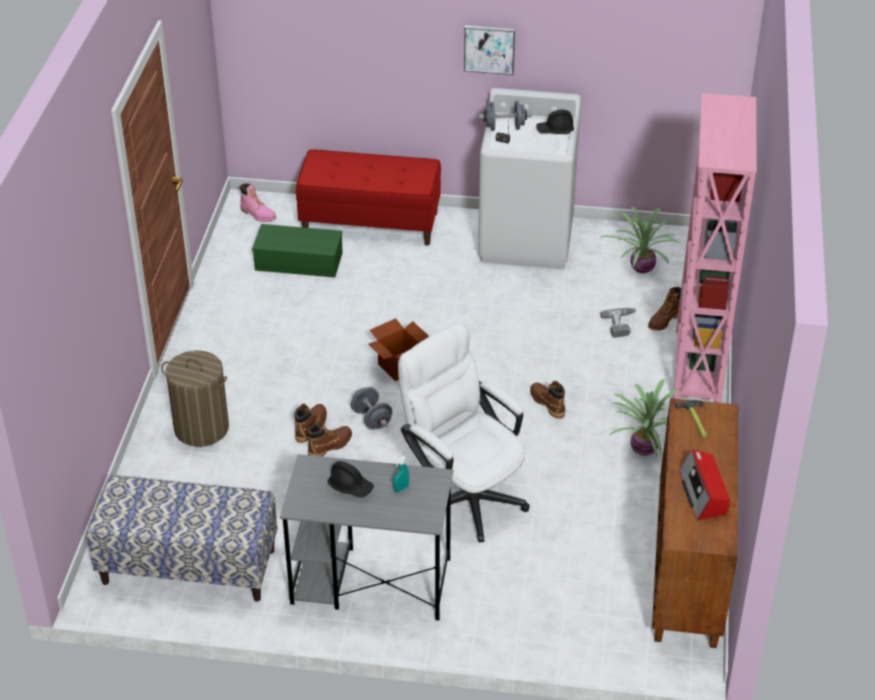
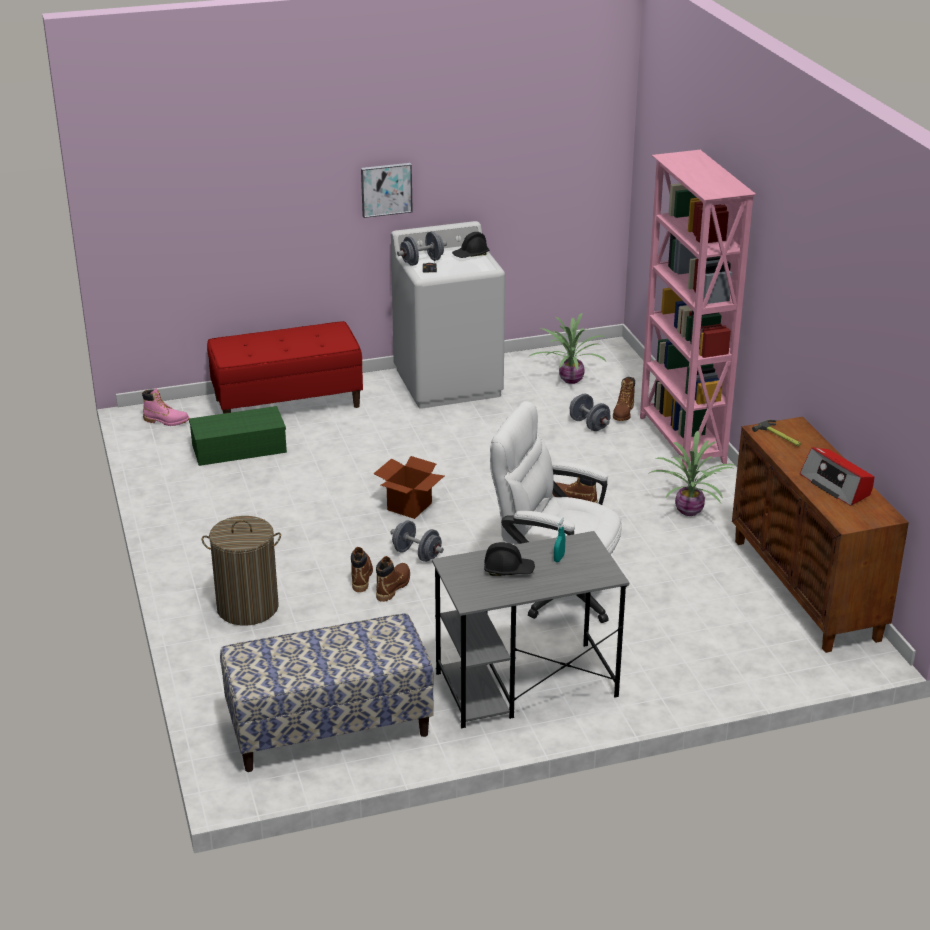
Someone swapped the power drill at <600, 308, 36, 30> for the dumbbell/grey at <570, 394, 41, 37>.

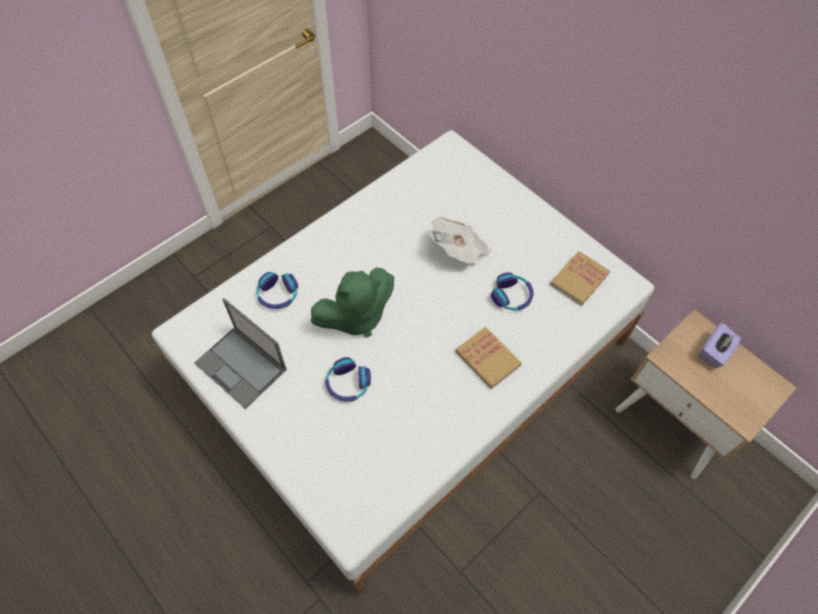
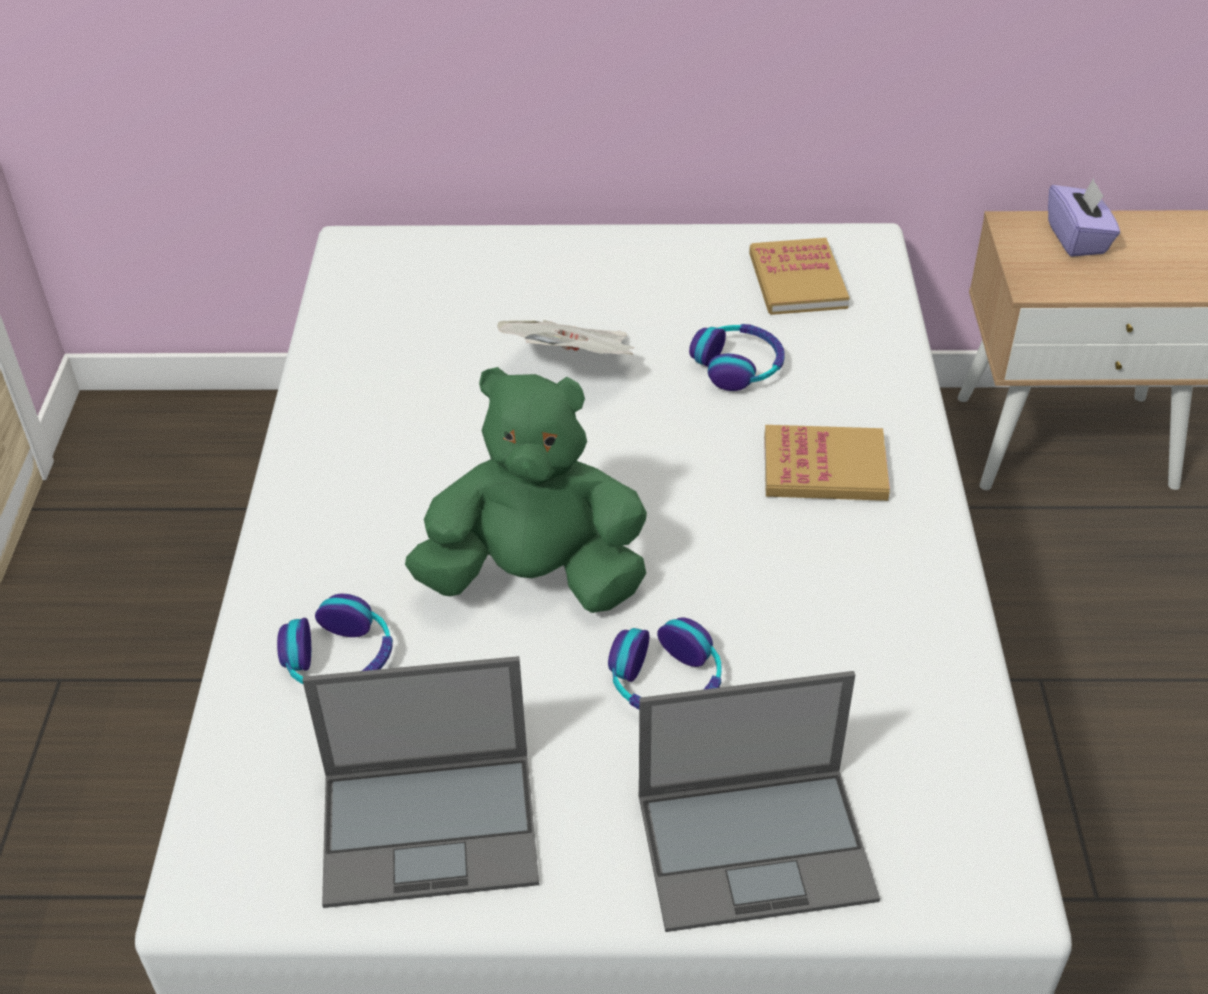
Someone rotated the plush toy/green at <311, 268, 83, 70> by 105 degrees counterclockwise.
Someone put down the laptop at <639, 671, 241, 261>.

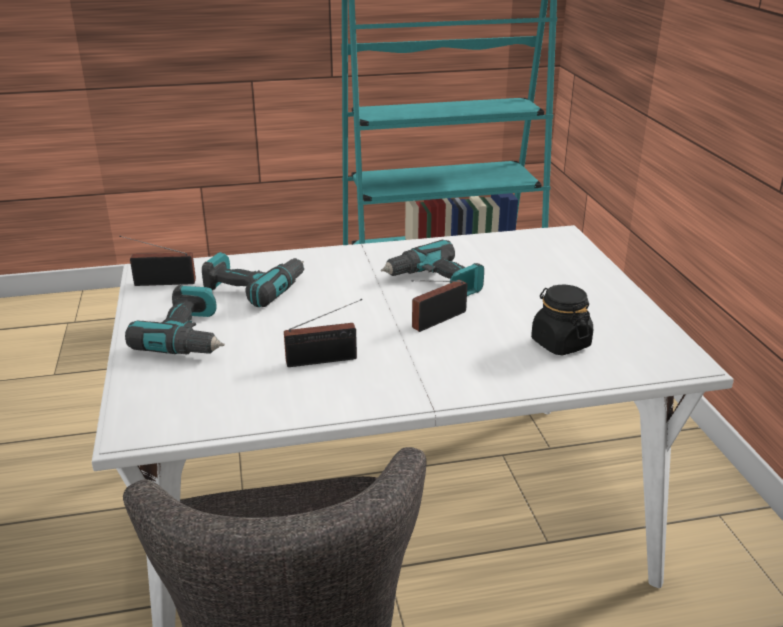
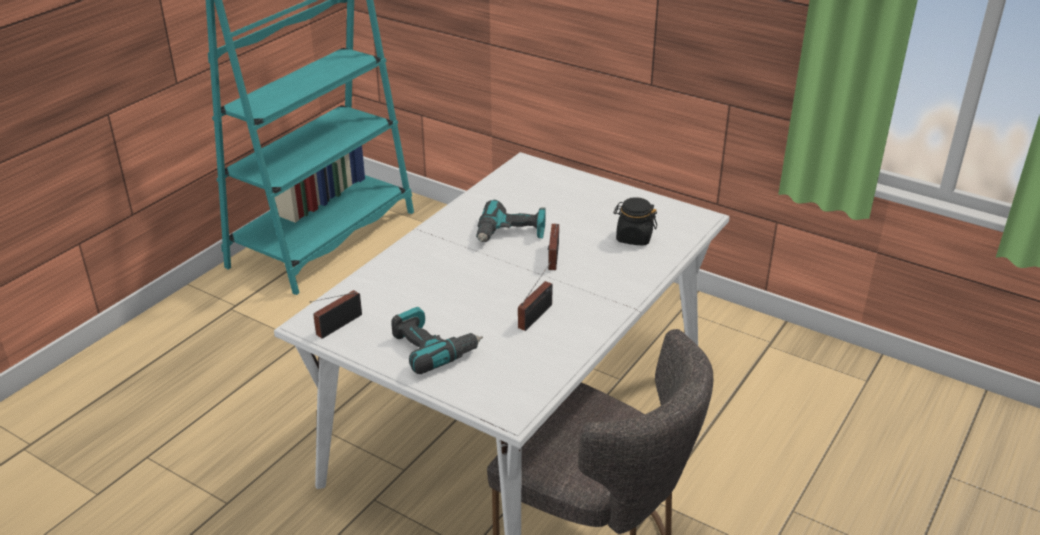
Someone took away the power drill at <202, 252, 102, 55>.

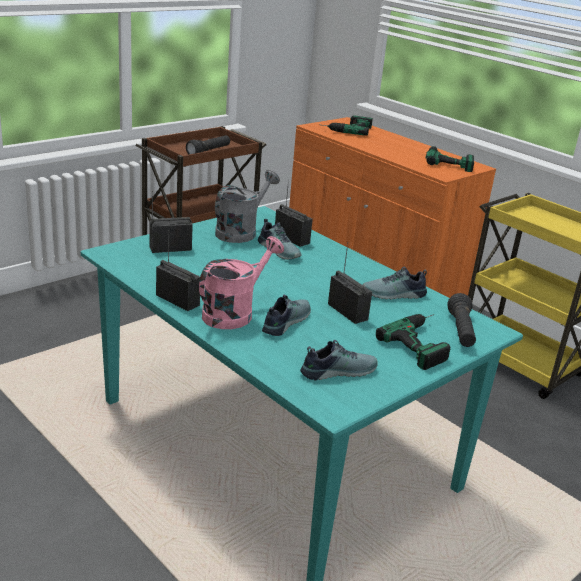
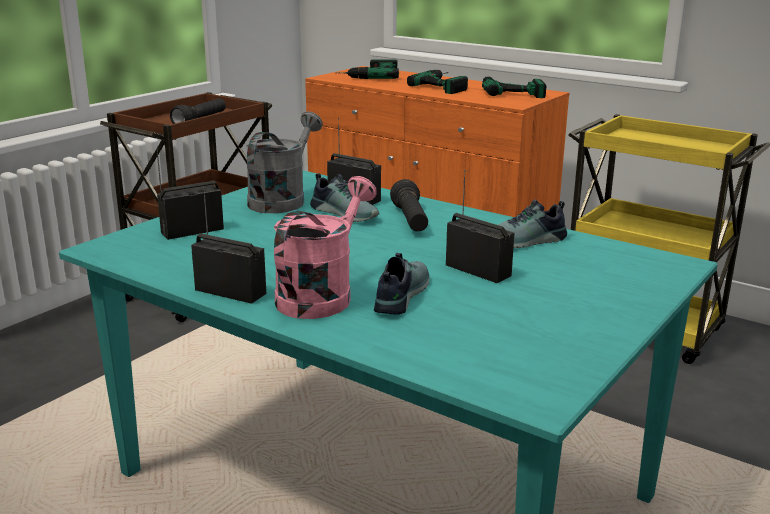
Someone took away the shoe at <300, 340, 77, 41>.
Someone carried the power drill from <376, 314, 74, 56> to <407, 70, 61, 24>.
Someone carried the flashlight/black from <447, 293, 29, 54> to <390, 179, 38, 53>.

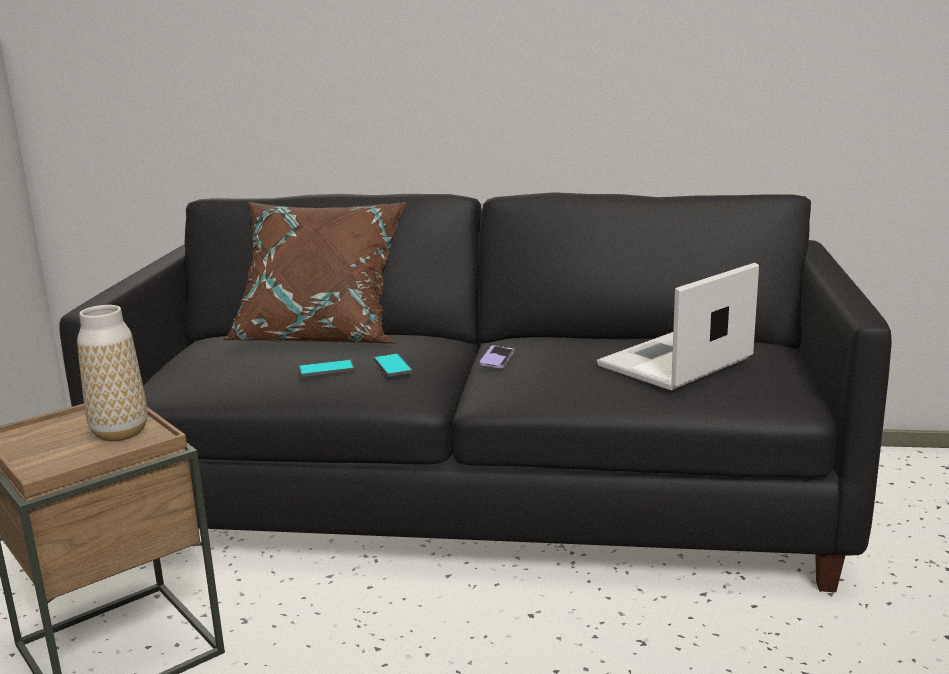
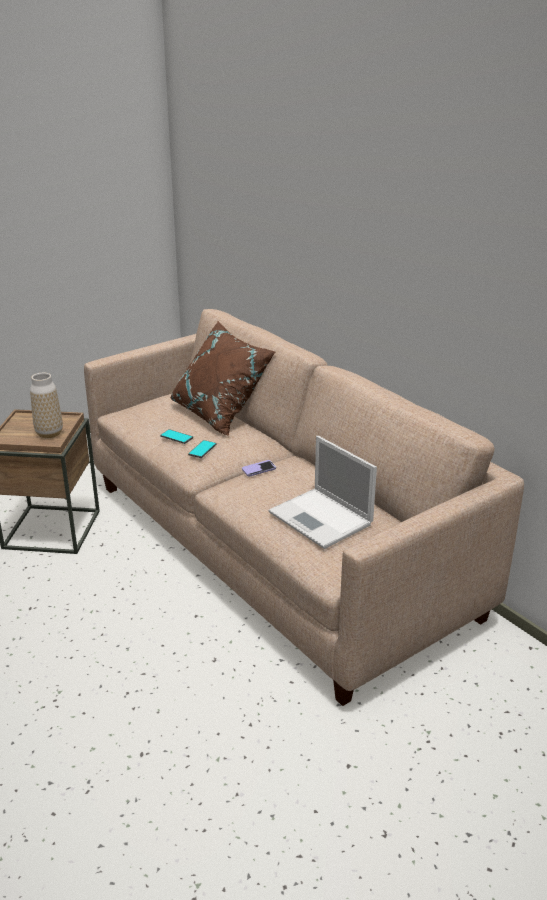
Someone repainted the sofa/black at <59, 192, 833, 400>, which became the sofa/beige at <84, 309, 440, 397>.
Someone rotated the laptop at <597, 263, 162, 127> by 135 degrees counterclockwise.

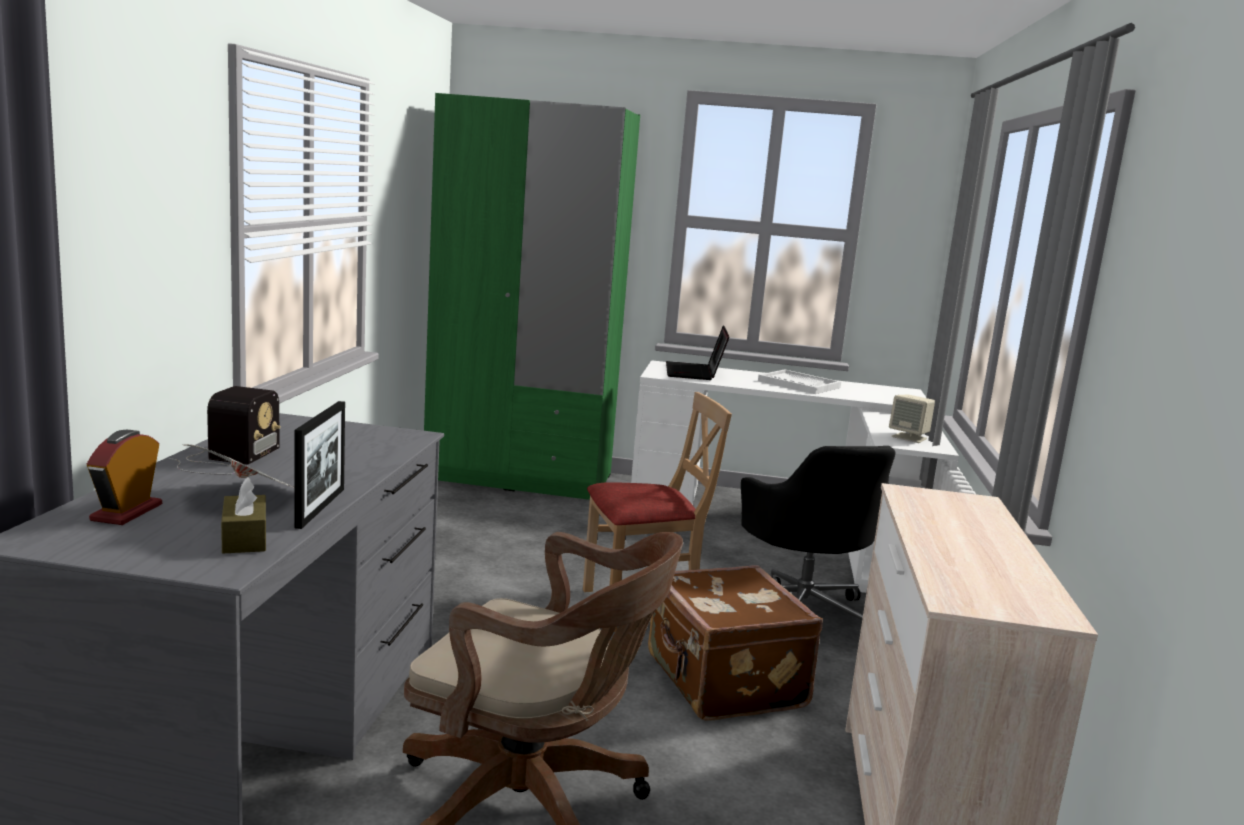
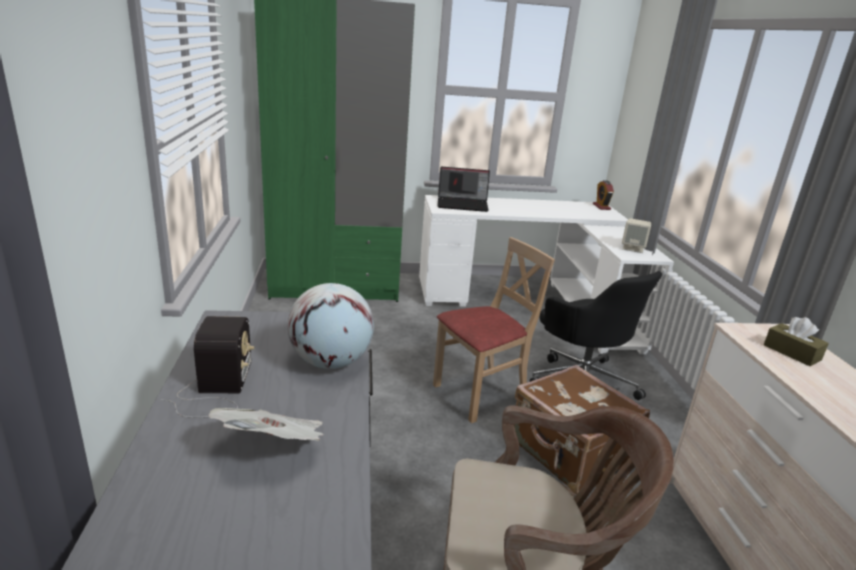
Someone carried the alarm clock from <87, 430, 75, 95> to <593, 180, 21, 30>.
Someone carried the tissue box/brown from <221, 477, 45, 76> to <764, 317, 65, 49>.
Someone took away the picture frame at <294, 401, 51, 128>.
Someone rotated the laptop at <666, 325, 64, 55> by 75 degrees counterclockwise.
Someone took away the tray/white at <758, 369, 83, 25>.
Someone put down the globe at <287, 283, 87, 86>.

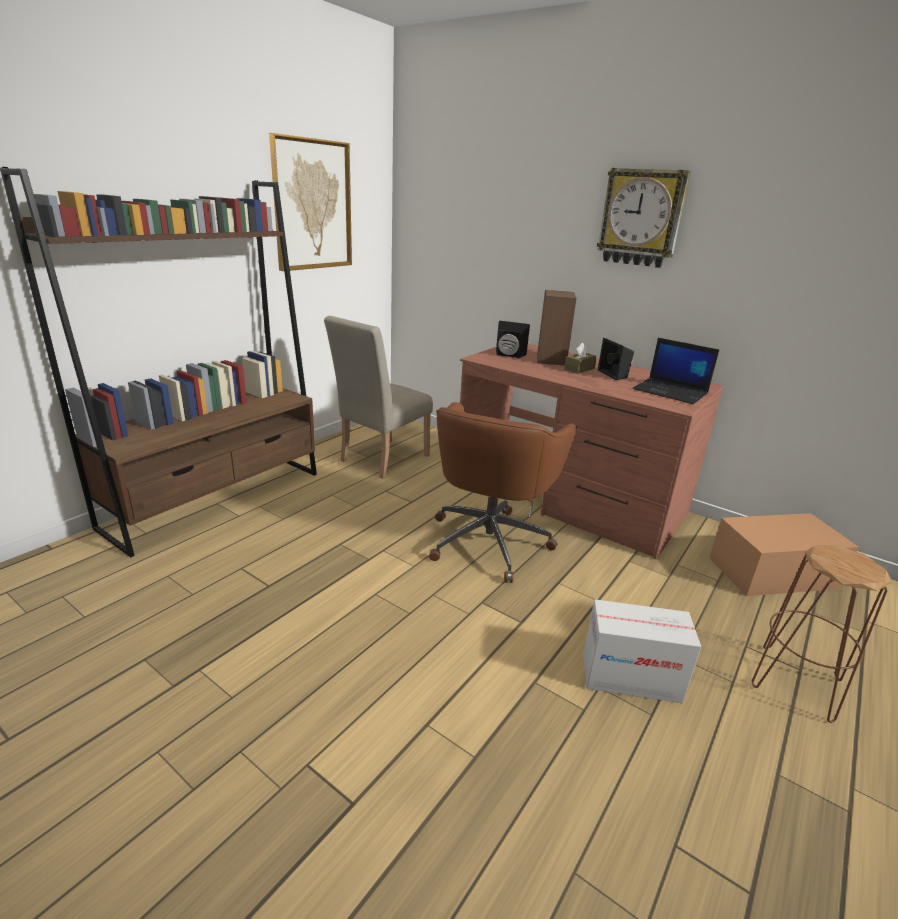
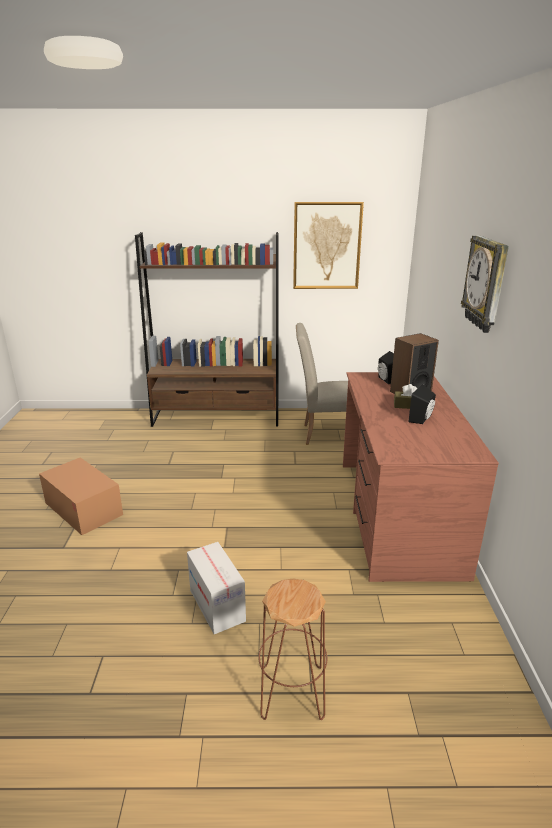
Someone took away the office chair/brown at <429, 402, 148, 181>.
Someone took away the laptop at <632, 338, 87, 66>.
Someone carried the cardboard box from <709, 513, 150, 83> to <39, 457, 84, 78>.

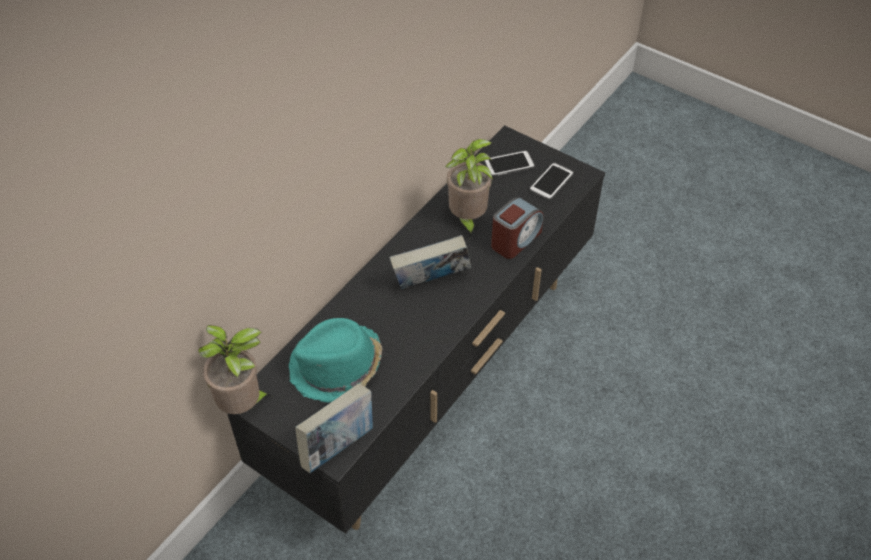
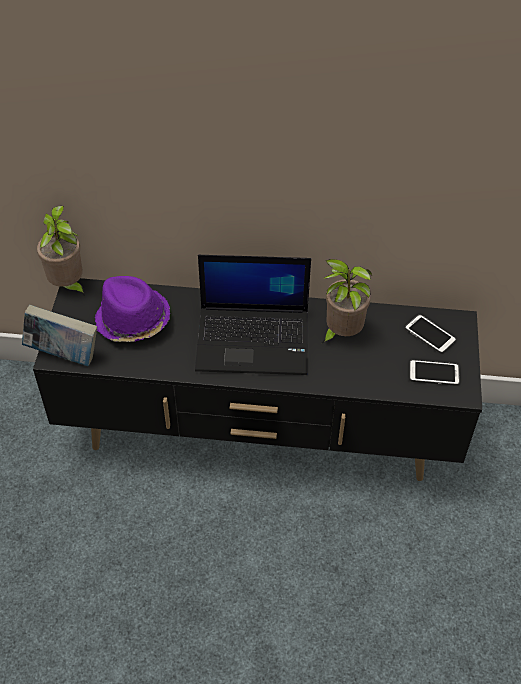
Someone repainted the hat/turquoise at <289, 318, 93, 85>, which became the hat/purple at <95, 276, 75, 66>.
Someone swapped the book at <390, 235, 81, 54> for the laptop at <195, 255, 116, 120>.
Someone took away the alarm clock at <491, 197, 52, 62>.

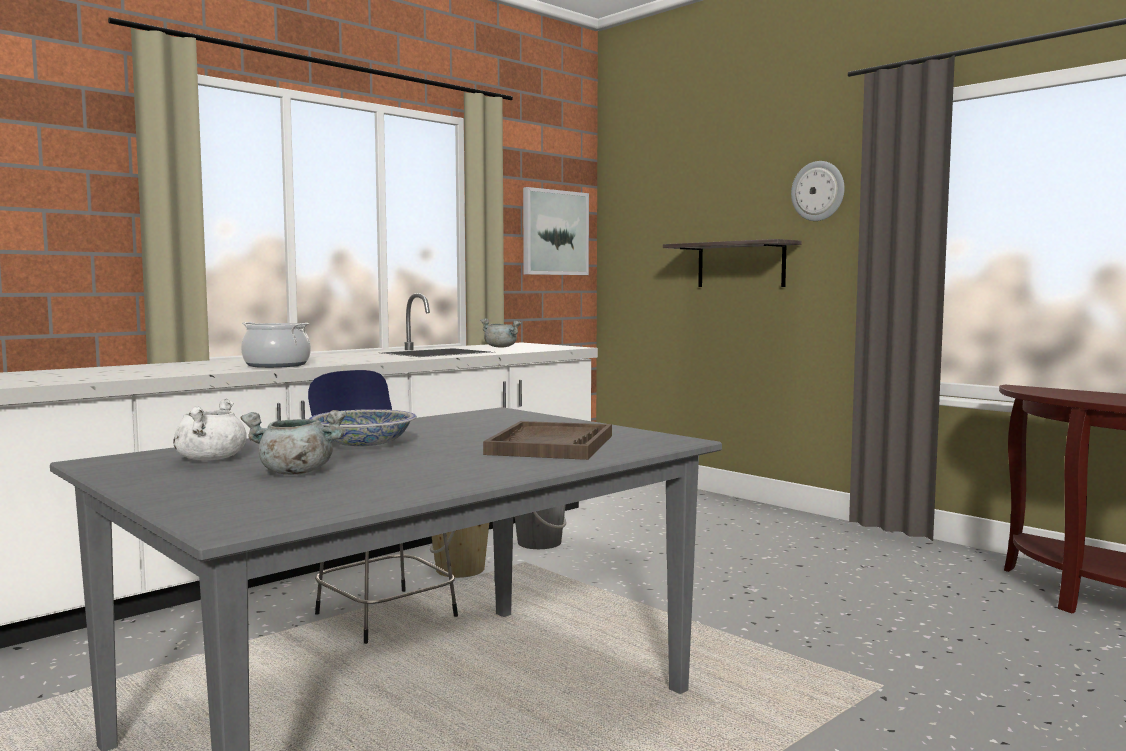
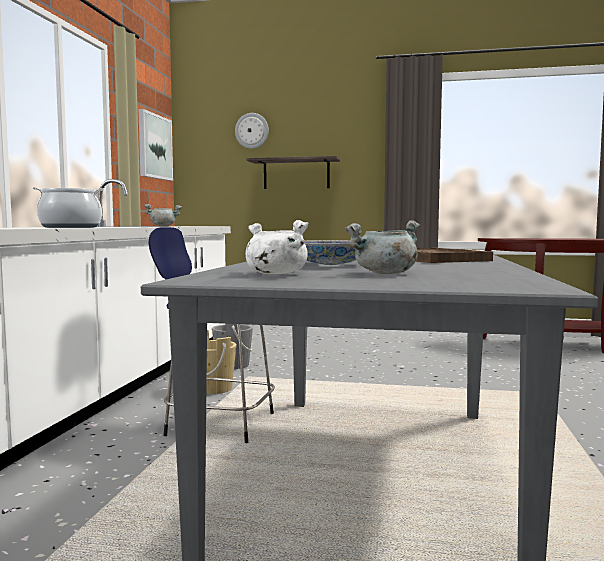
Someone carried the wall clock from <791, 161, 54, 60> to <235, 113, 34, 36>.

